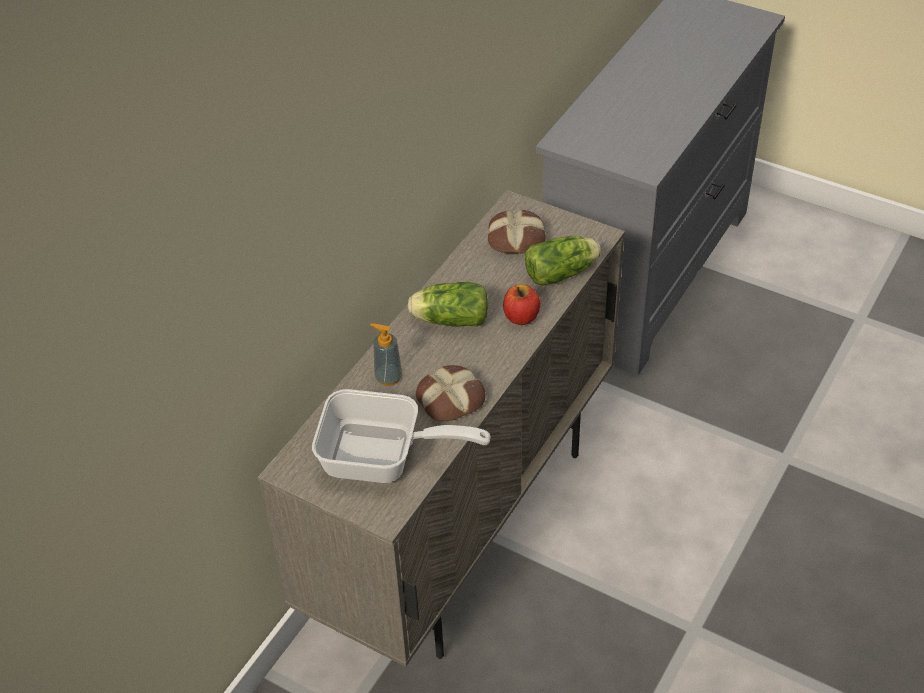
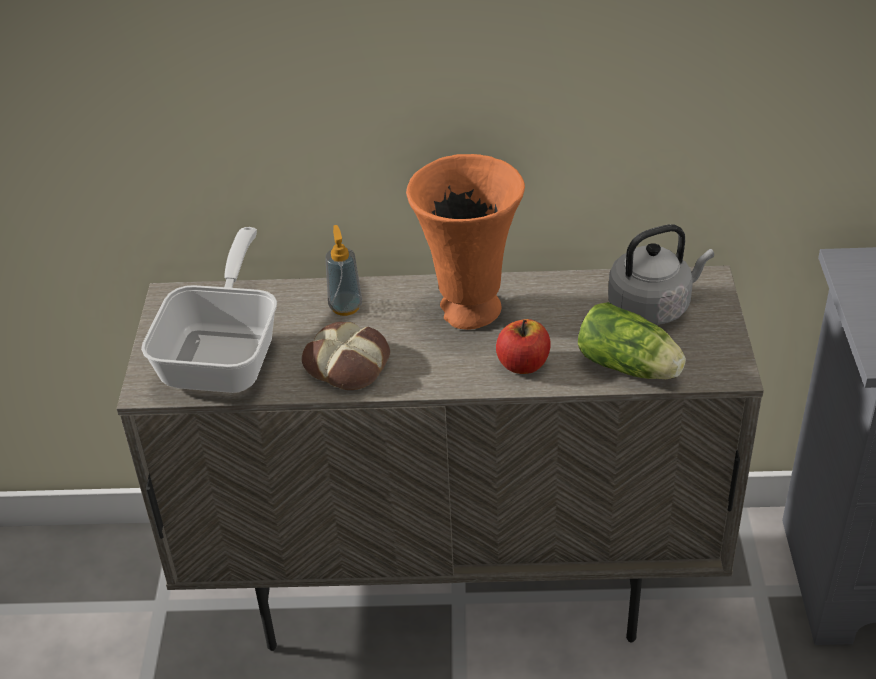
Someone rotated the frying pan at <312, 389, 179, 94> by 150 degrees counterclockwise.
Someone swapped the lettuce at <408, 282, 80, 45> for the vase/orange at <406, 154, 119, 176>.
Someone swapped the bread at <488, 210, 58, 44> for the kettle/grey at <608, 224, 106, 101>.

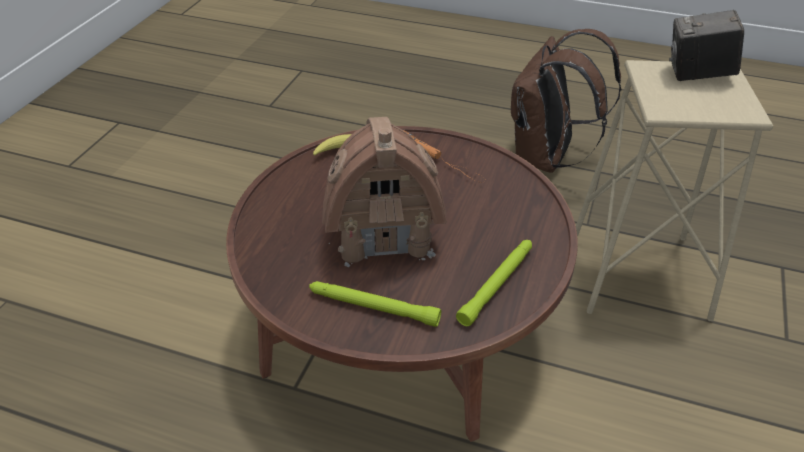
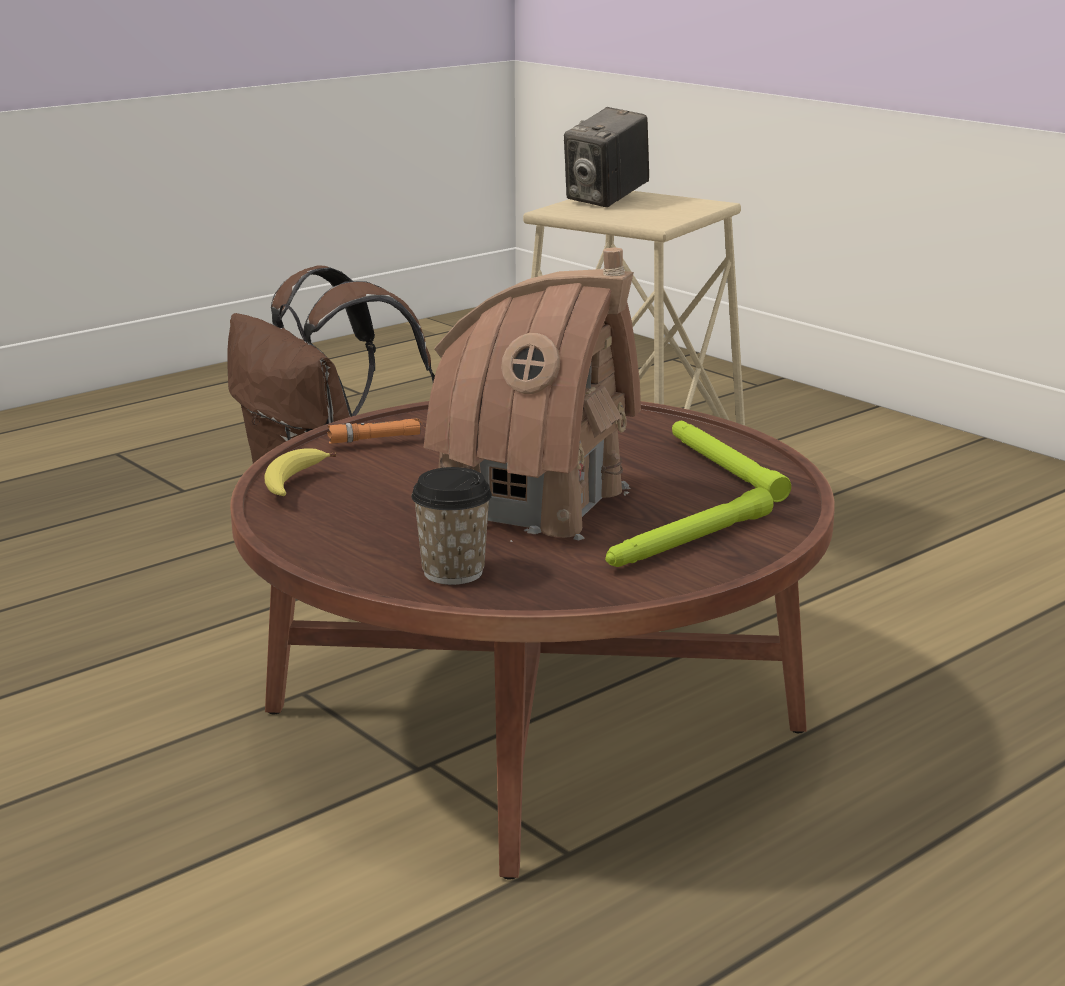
Someone put down the cup at <411, 467, 81, 118>.

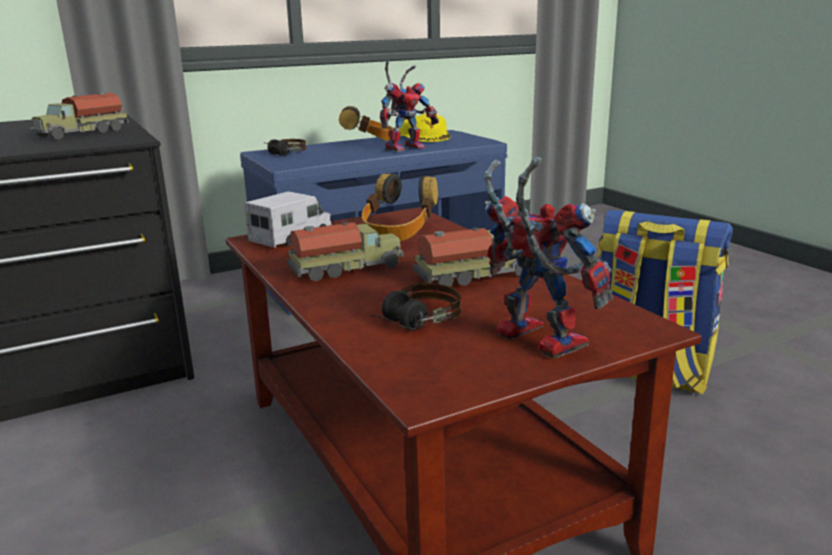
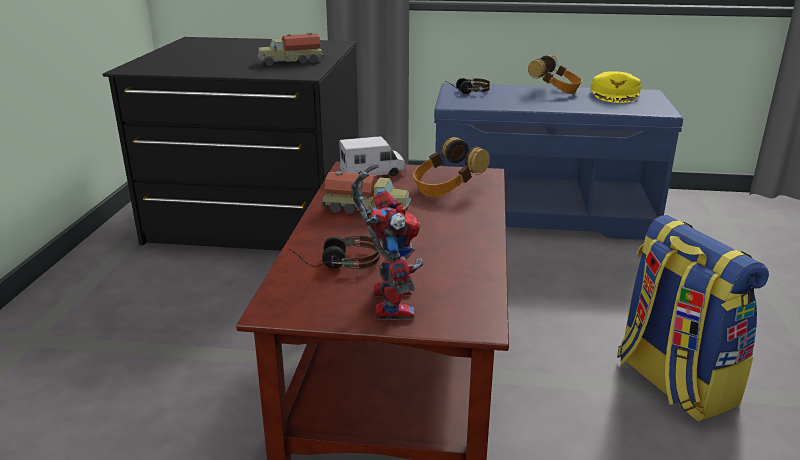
Someone took away the toy robot at <380, 61, 59, 91>.
Someone took away the toy truck at <413, 228, 110, 59>.

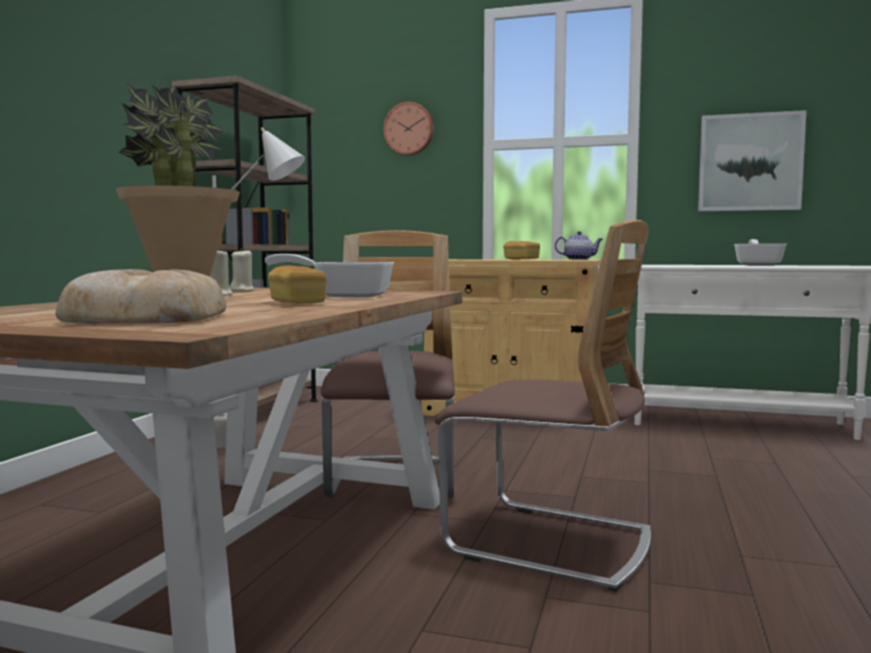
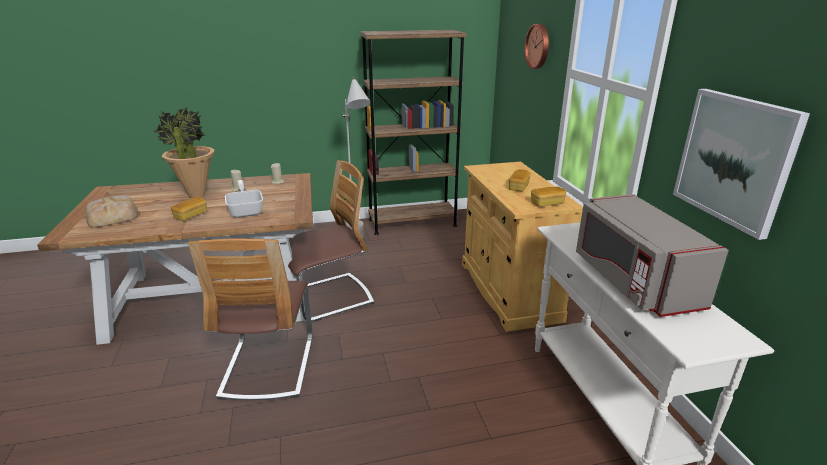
Someone swapped the teapot at <555, 231, 48, 29> for the bread at <531, 187, 35, 20>.
Someone swapped the frying pan at <734, 239, 53, 27> for the microwave/grey at <576, 194, 153, 123>.

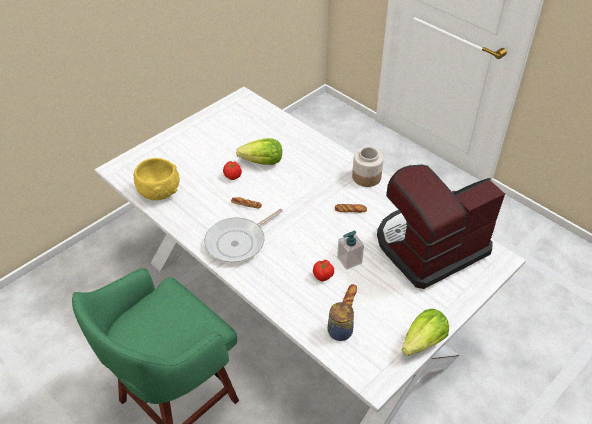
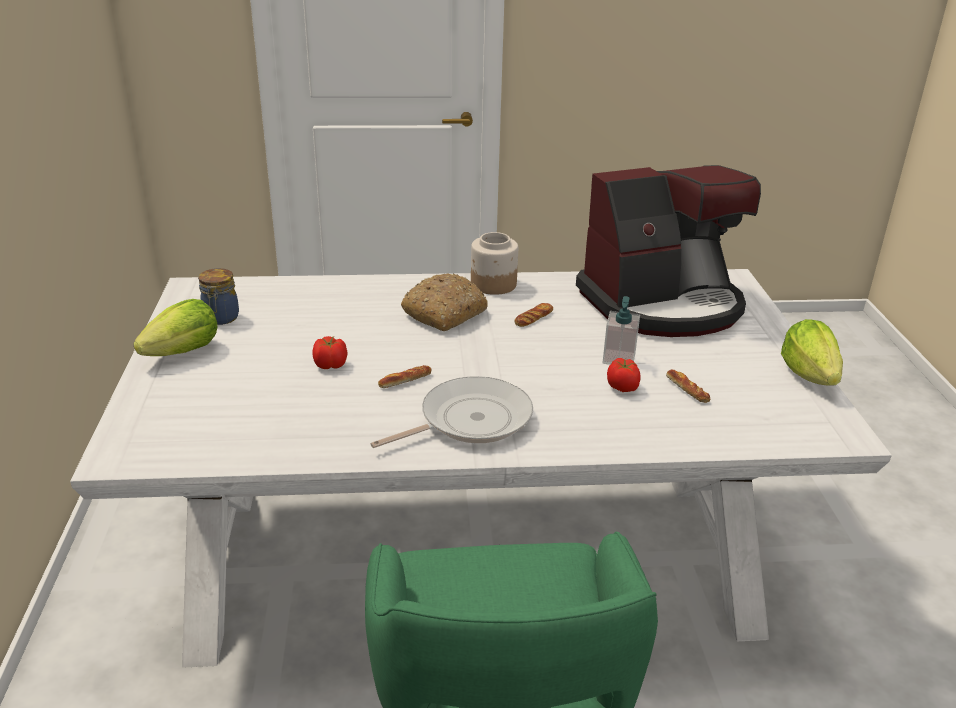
Someone took away the bowl/yellow at <134, 158, 46, 42>.
Someone rotated the frying pan at <204, 209, 79, 53> by 120 degrees counterclockwise.
Someone carried the lettuce from <236, 138, 46, 27> to <133, 299, 84, 57>.
Someone carried the jar from <327, 302, 27, 39> to <198, 268, 41, 57>.
Someone rotated the coffee machine at <377, 165, 128, 124> by 120 degrees counterclockwise.
Someone put down the bread at <401, 274, 87, 57>.

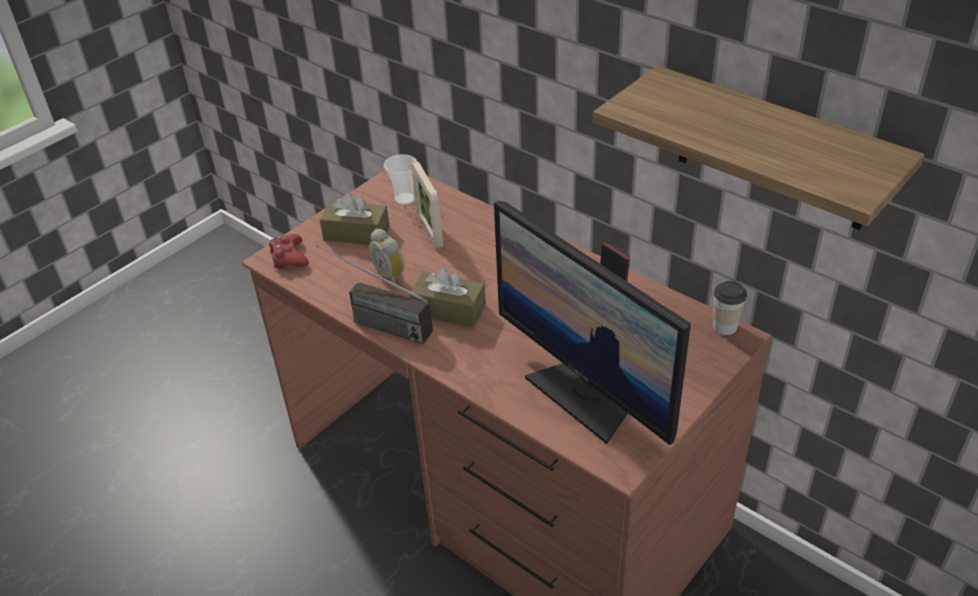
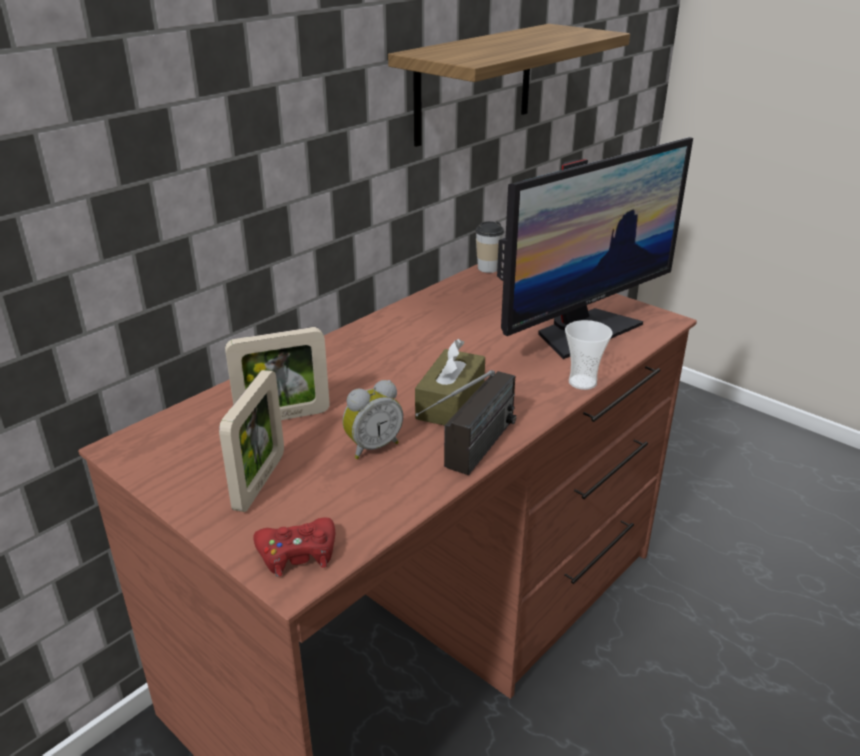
Someone swapped the tissue box/brown at <320, 193, 70, 52> for the picture frame at <219, 370, 65, 142>.
Someone carried the cup from <384, 154, 33, 51> to <565, 320, 48, 70>.

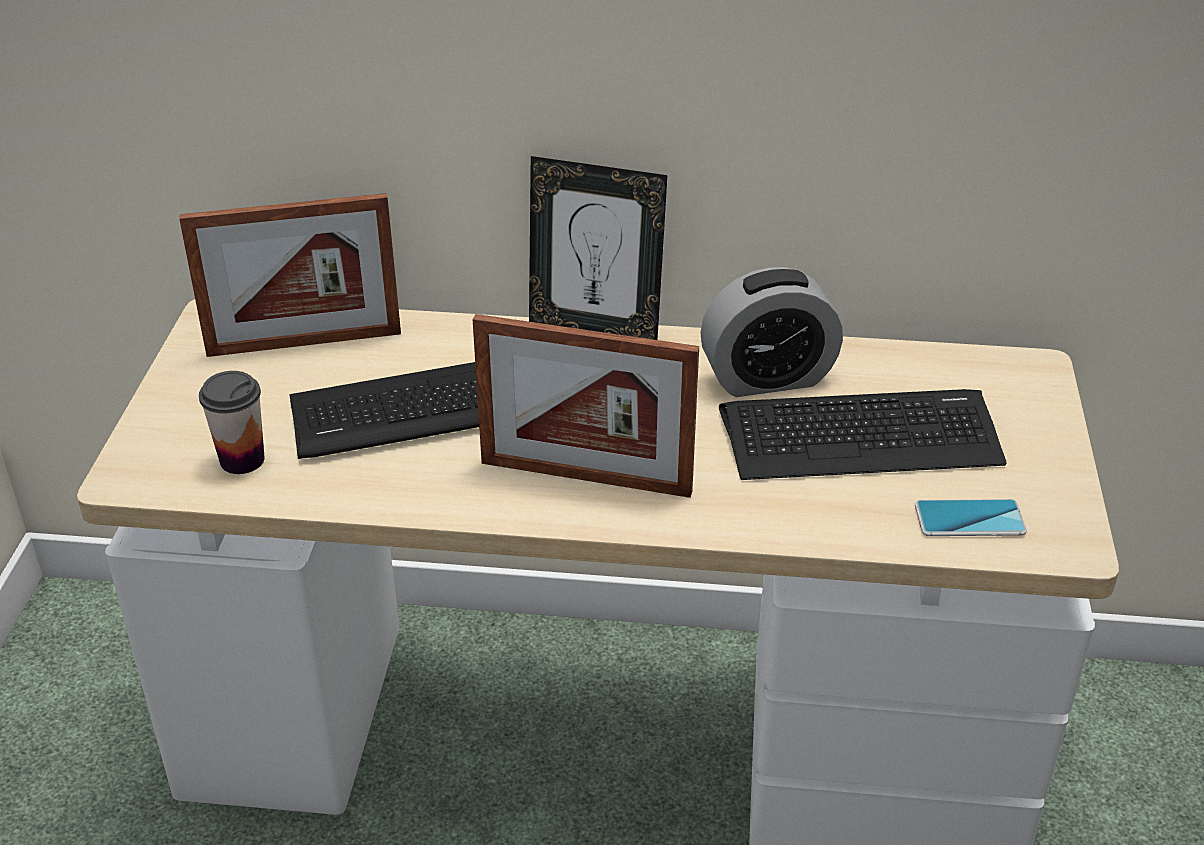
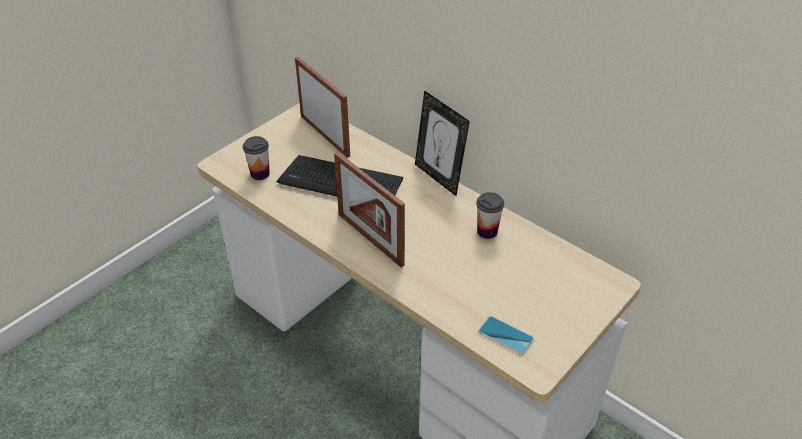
Someone rotated the picture frame at <179, 193, 222, 164> by 150 degrees counterclockwise.
Someone swapped the alarm clock at <700, 267, 143, 130> for the cup at <476, 192, 28, 47>.
Someone took away the keyboard at <719, 389, 288, 91>.

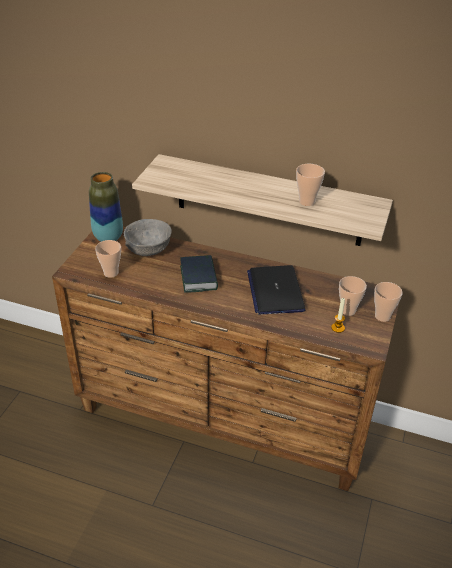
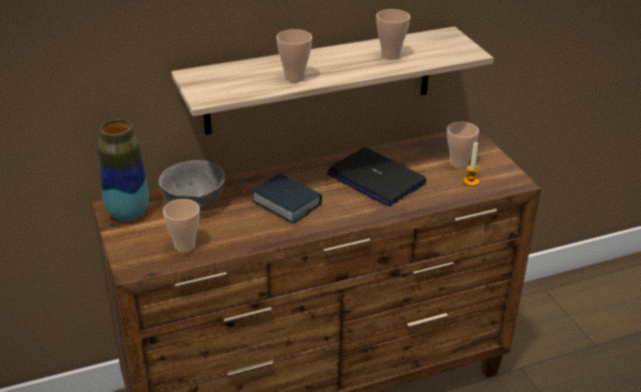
Someone carried the cup from <374, 282, 28, 40> to <276, 29, 36, 54>.

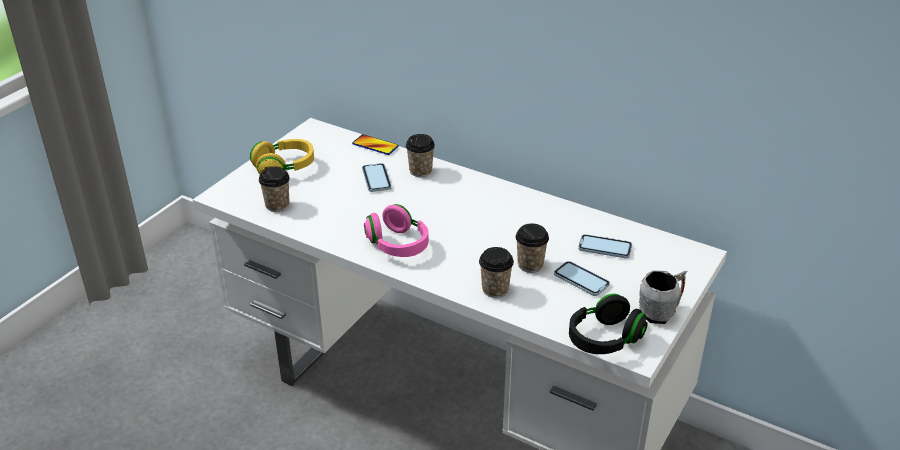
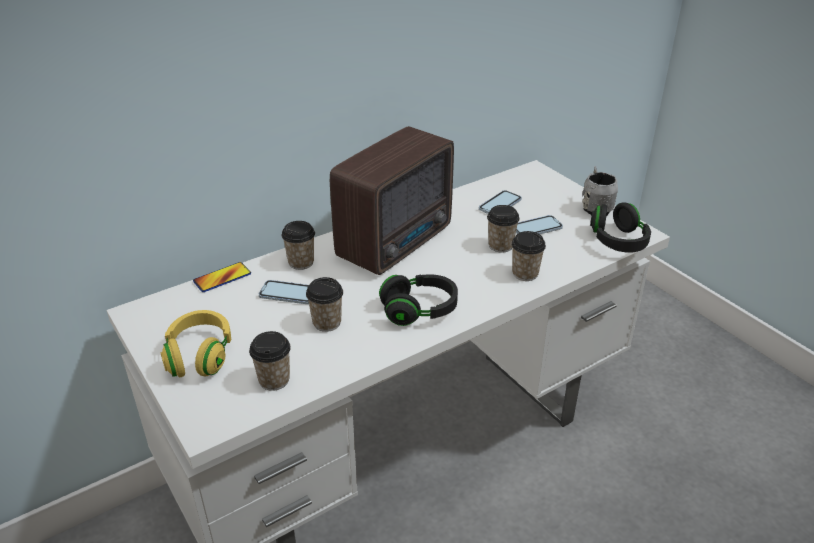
Someone repainted the headphones/pink at <364, 204, 65, 53>, which became the headphones/black at <379, 274, 79, 52>.
Someone put down the cup at <306, 277, 37, 55>.
Someone put down the radio at <330, 126, 124, 149>.

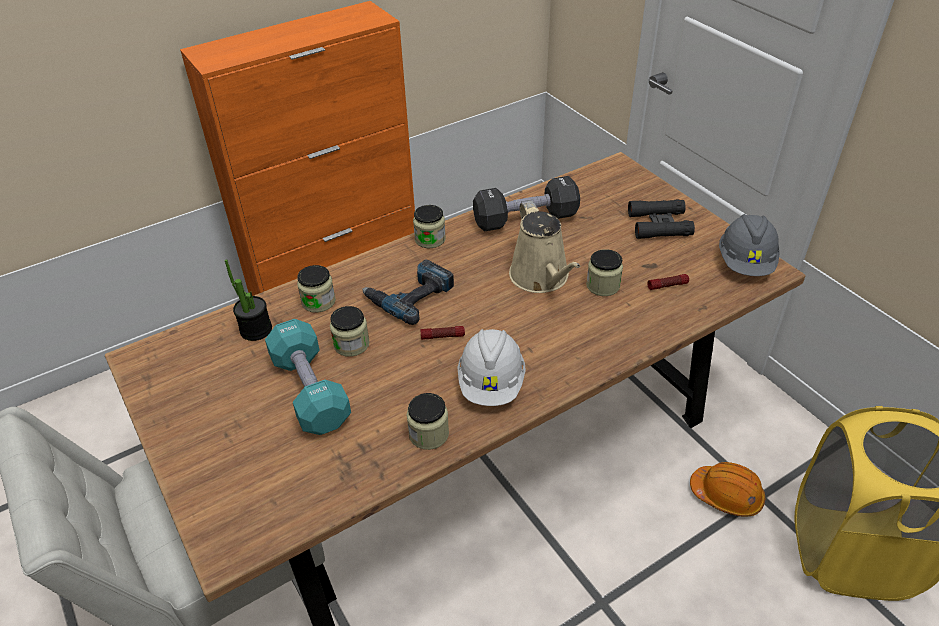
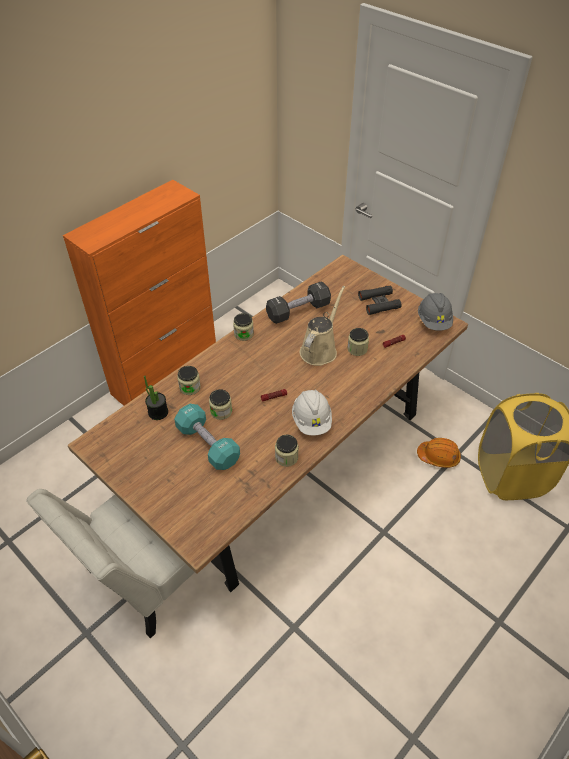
Someone took away the power drill at <362, 260, 92, 65>.
Someone rotated the watering can/beige at <509, 201, 71, 92> by 120 degrees counterclockwise.

